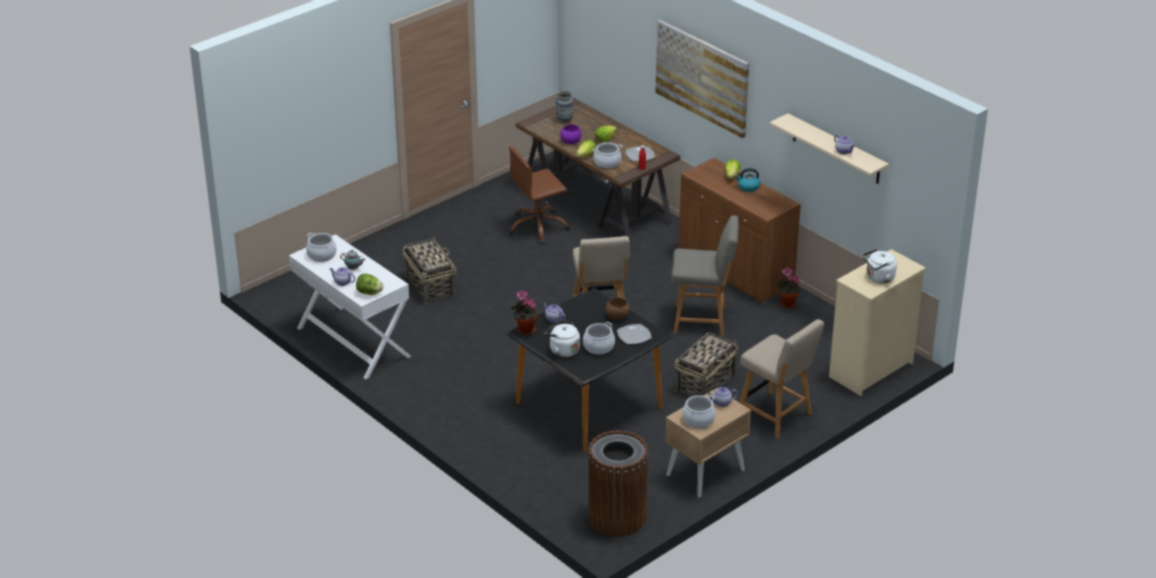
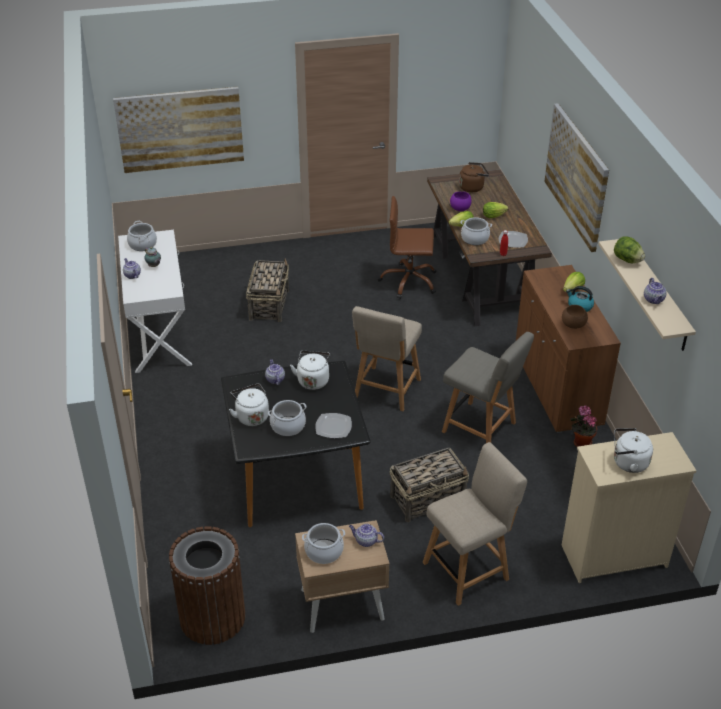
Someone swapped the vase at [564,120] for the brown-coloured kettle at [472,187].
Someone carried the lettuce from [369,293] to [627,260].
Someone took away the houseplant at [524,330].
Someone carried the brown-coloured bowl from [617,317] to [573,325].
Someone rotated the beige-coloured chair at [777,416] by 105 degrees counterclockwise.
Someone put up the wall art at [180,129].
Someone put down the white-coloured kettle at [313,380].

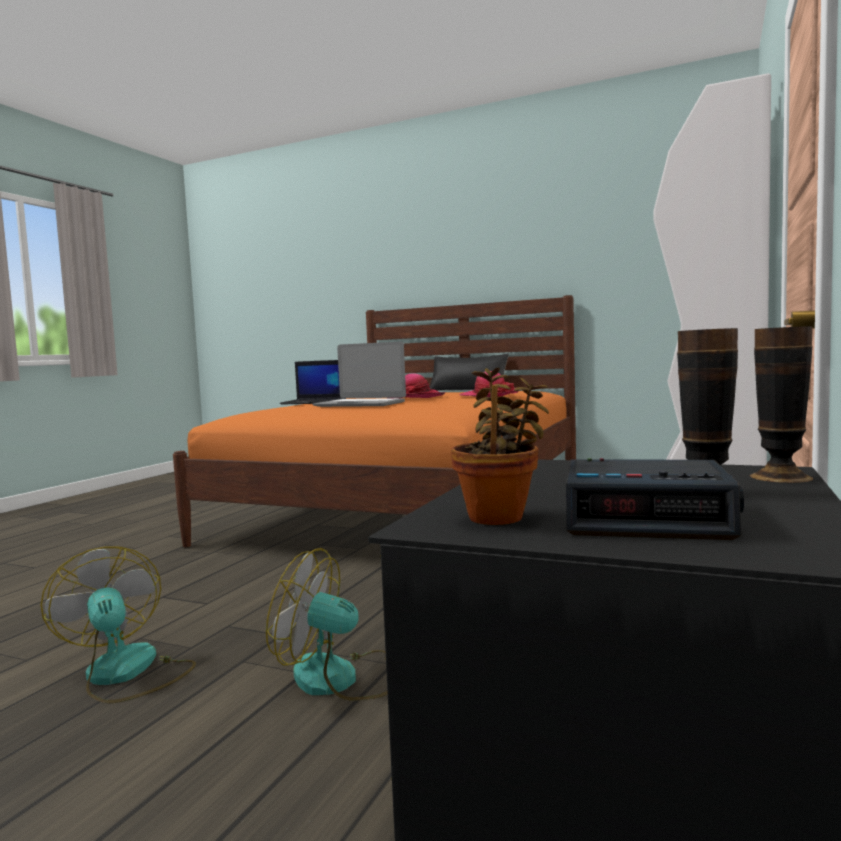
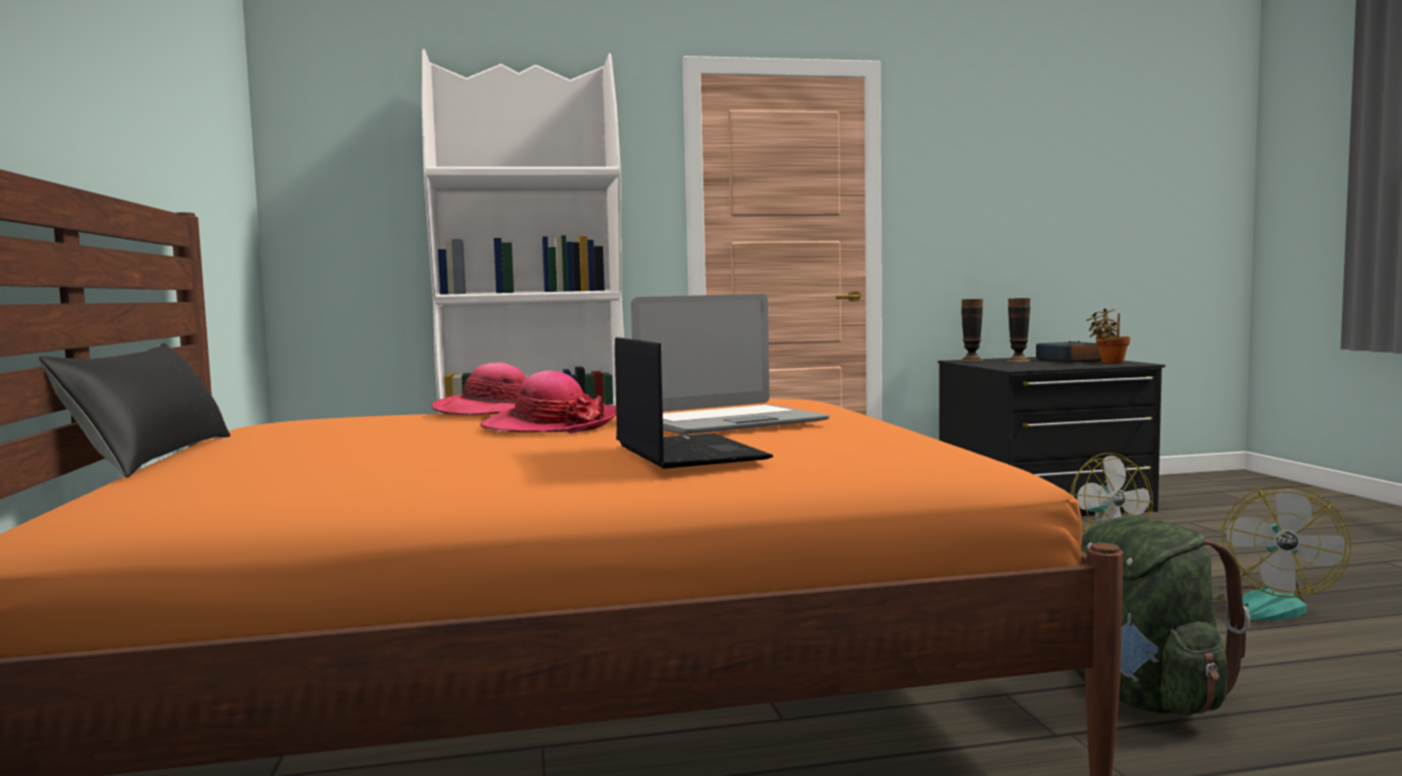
Someone rotated the notebook computer at [360,404] by 75 degrees clockwise.
Someone put down the green-coloured knapsack at [1142,698].

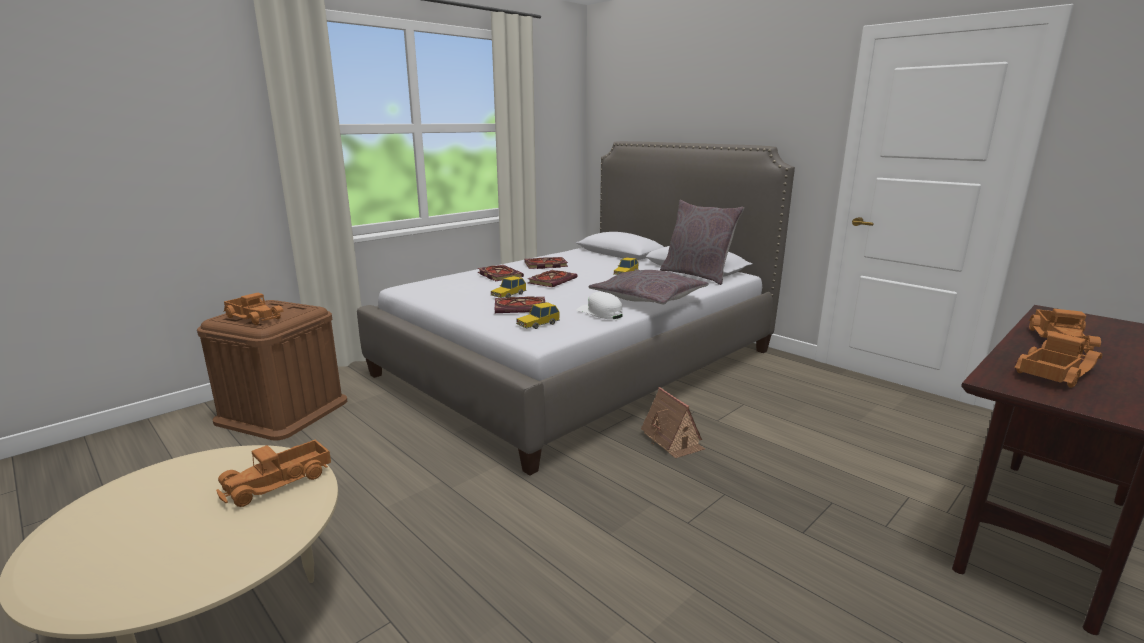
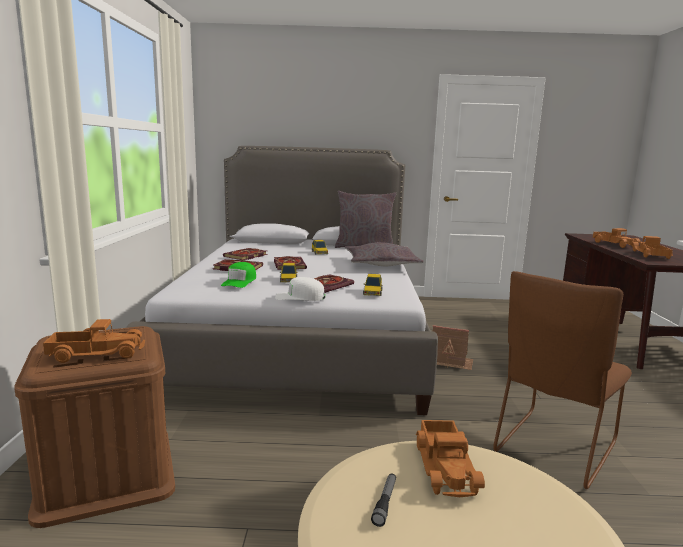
Someone carried the white-coloured peaked cap from [600,313] to [300,297].
Someone put down the green-coloured peaked cap at [240,281].
Someone put down the brown-coloured chair at [553,450].
Someone put down the hand torch at [385,503].

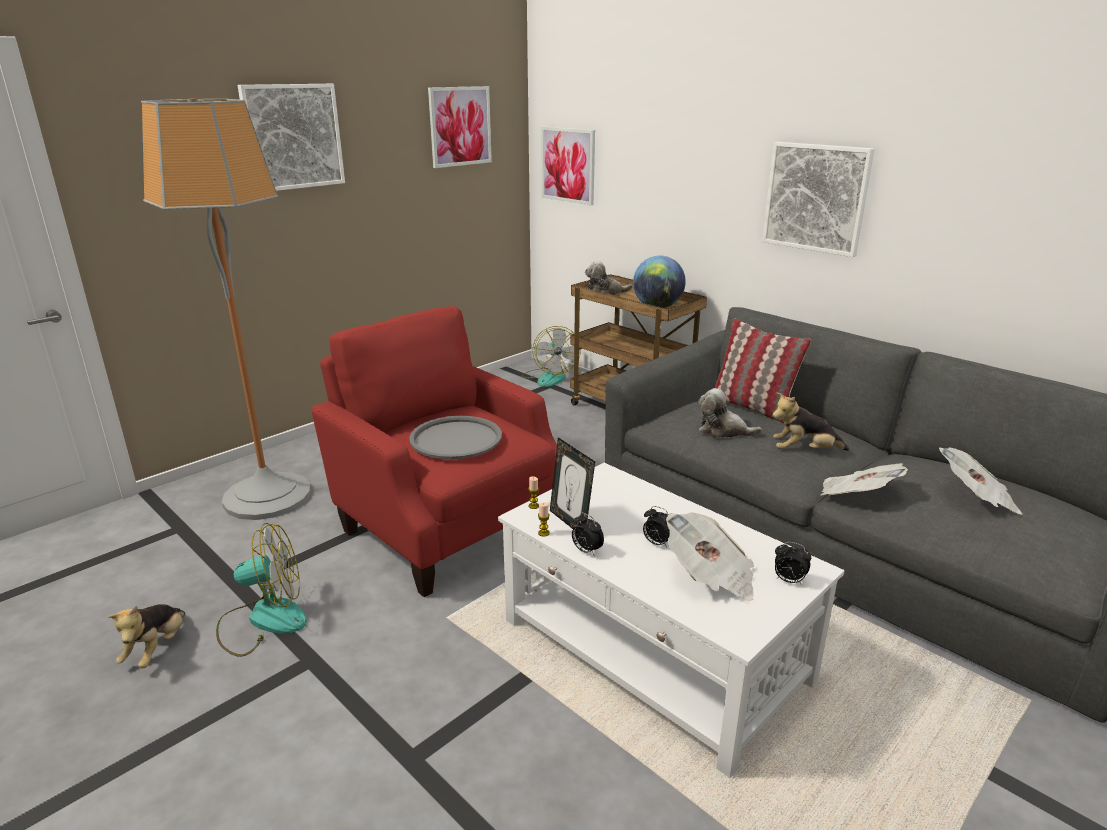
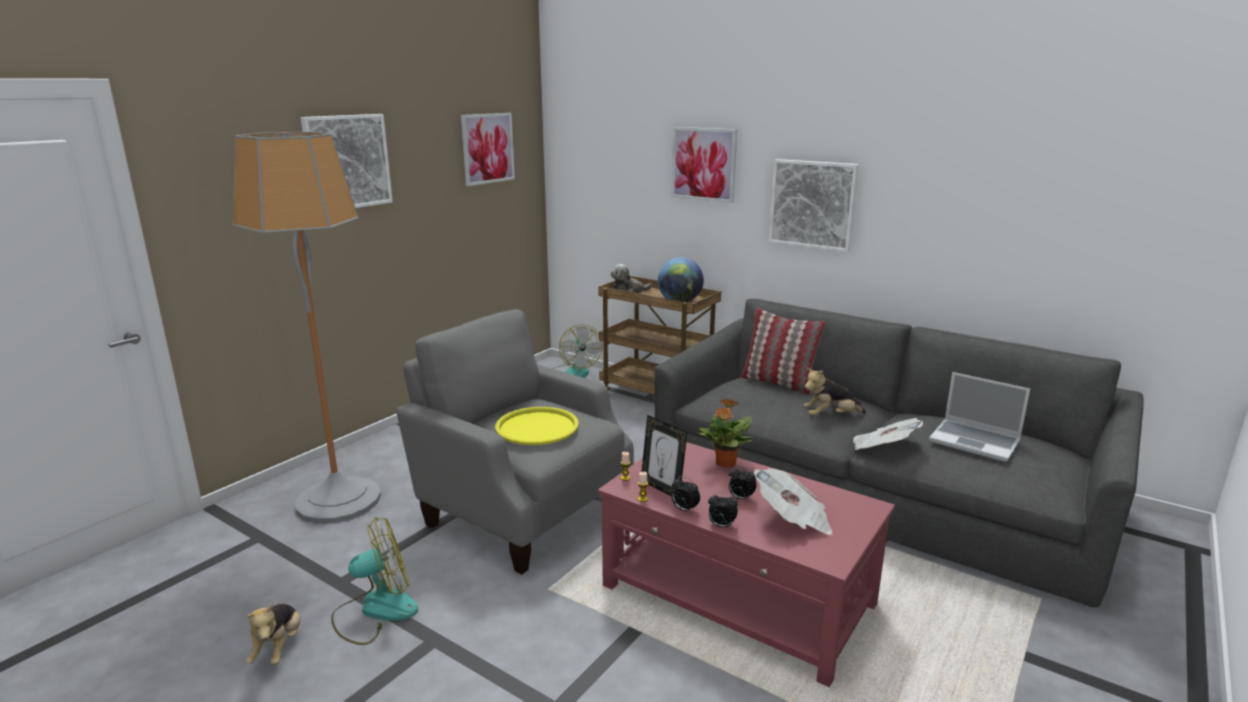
Someone carried the wall art from [568,165] to [703,164].
Someone repainted the reddish lounge chair at [448,525], which became the grey lounge chair at [523,510].
Someone took away the cuddly toy at [723,430].
Someone repainted the grey serving tray at [456,439], which became the yellowish serving tray at [537,427].
Someone swapped the printed paper at [975,499] for the notebook computer at [975,442].
Someone repainted the white-coloured low table at [654,651], which became the reddish low table at [738,596].
Someone carried the table clock from [788,580] to [721,526].
Someone put down the houseplant at [725,463].

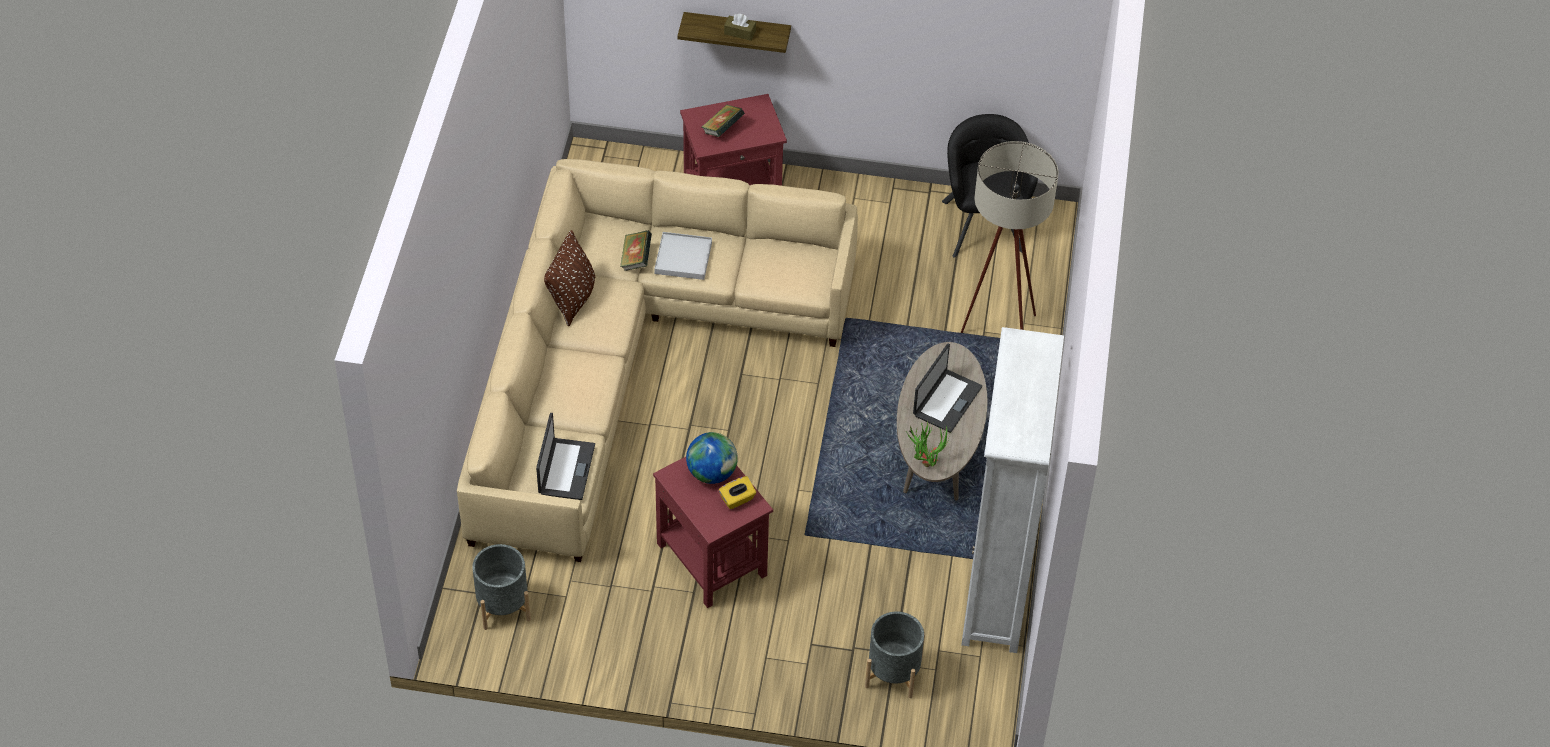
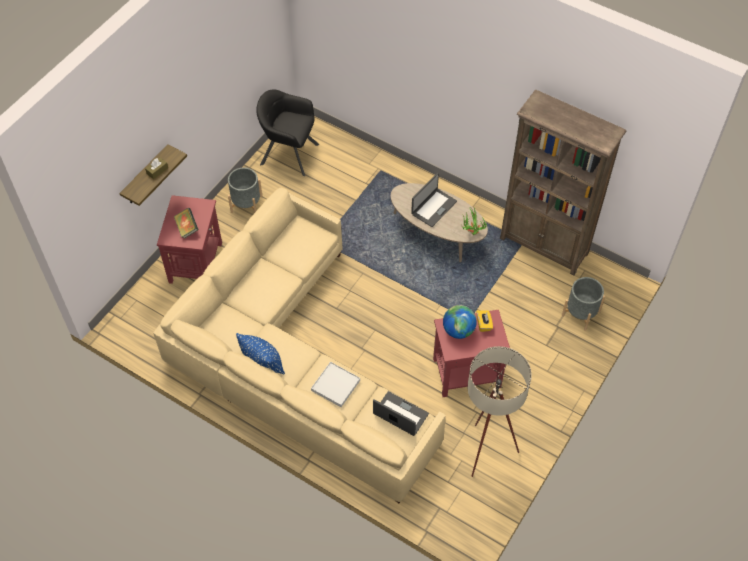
Someone carried the beige-coloured standard lamp from [997,337] to [484,456].
Someone repainted the brown-coloured throw pillow at [572,299], which became the bluish throw pillow at [263,364].
Someone took away the book at [636,259].
Someone carried the white-coloured serving tray from [683,258] to [335,385].
Someone repainted the white-coloured shelving unit at [996,590], which became the brown-coloured shelving unit at [544,246].
Someone rotated the notebook computer at [946,401] by 75 degrees clockwise.
Someone carried the grey plant pot from [503,606] to [246,204].

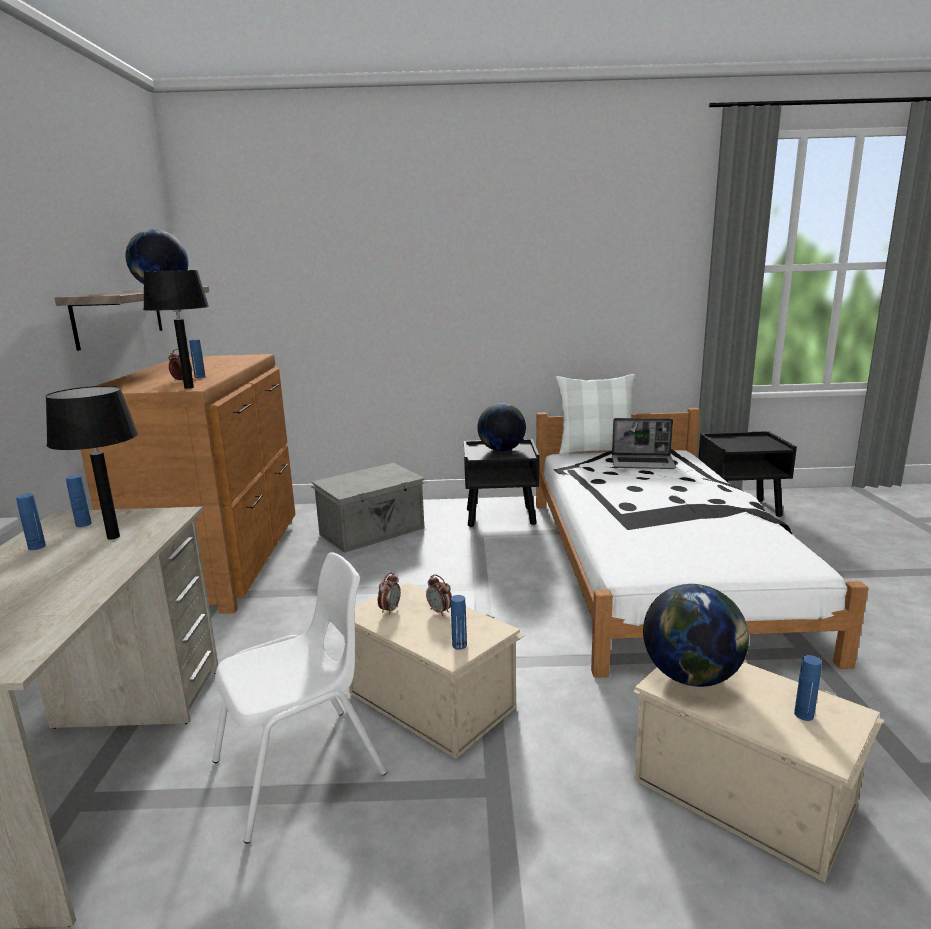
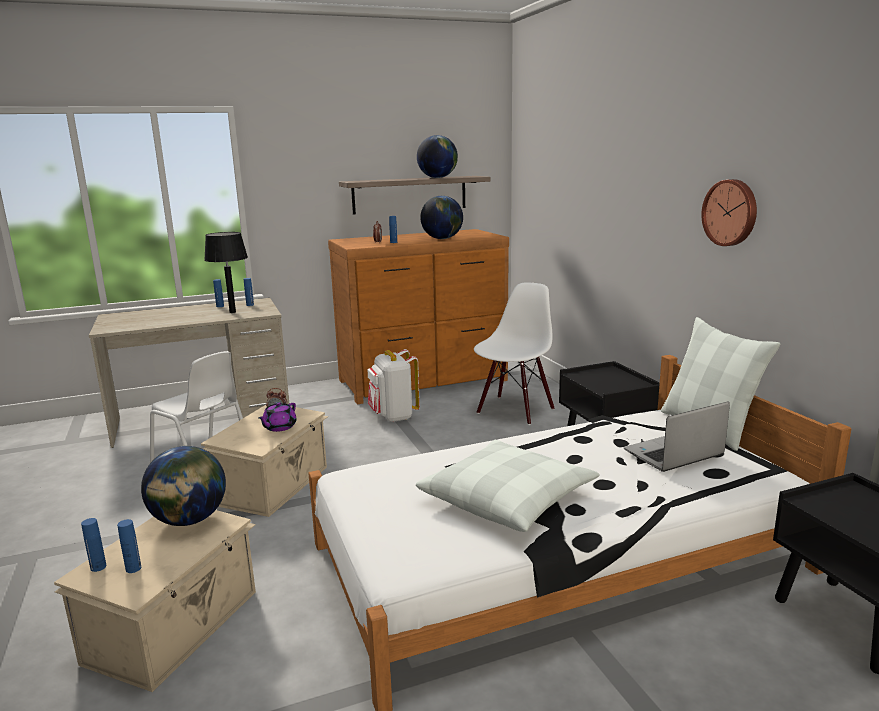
Someone took away the black-coloured tabletop lamp at [189,387].
Someone carried the world globe from [501,450] to [442,239].
Someone rotated the notebook computer at [643,463] by 75 degrees clockwise.
Someone swapped the grey storage box at [373,531] for the white-coloured chair at [514,410].
Someone swapped the table clock at [440,611] for the purplish pot for tea at [279,427].
Someone carried the bluish beverage bottle from [459,645] to [98,567].
Someone put up the clock on the wall at [731,212].
Someone put down the white-coloured knapsack at [393,416].
Someone put down the white-coloured throw pillow at [508,498].

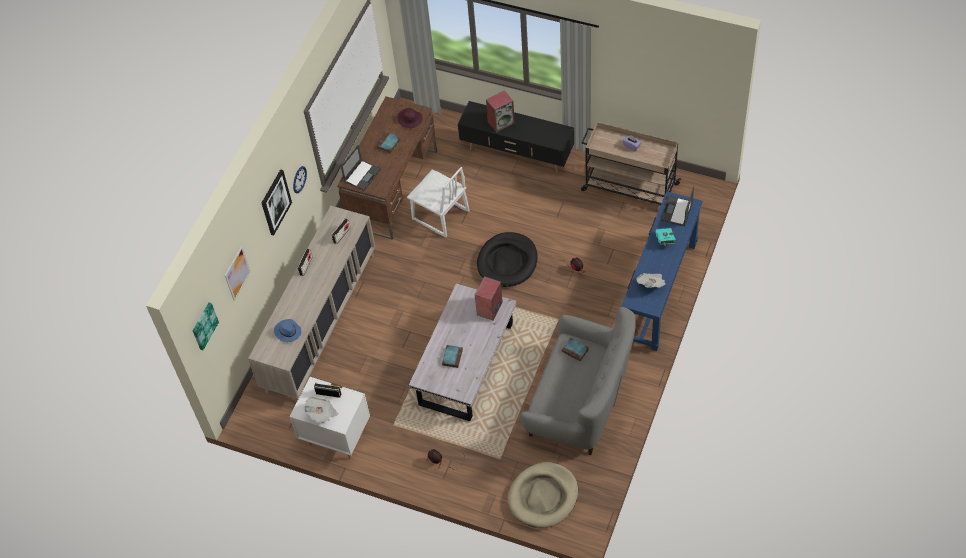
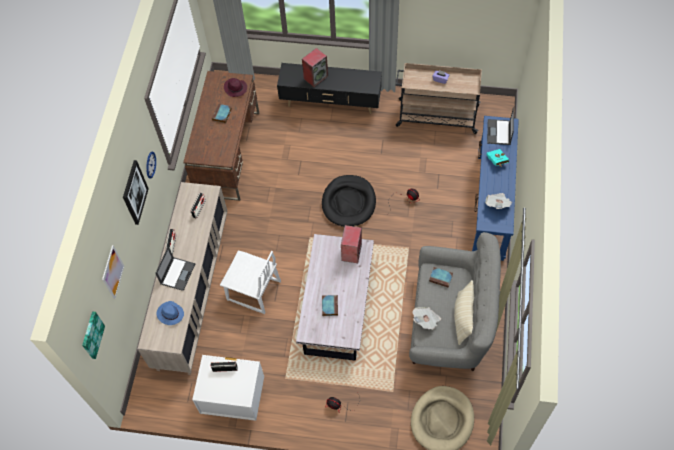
Someone carried the notebook computer from [362,175] to [178,273].
Someone carried the white-coloured chair from [440,216] to [253,291].
Someone carried the printed paper from [322,414] to [426,320].
Someone put down the beige-coloured throw pillow at [463,318].

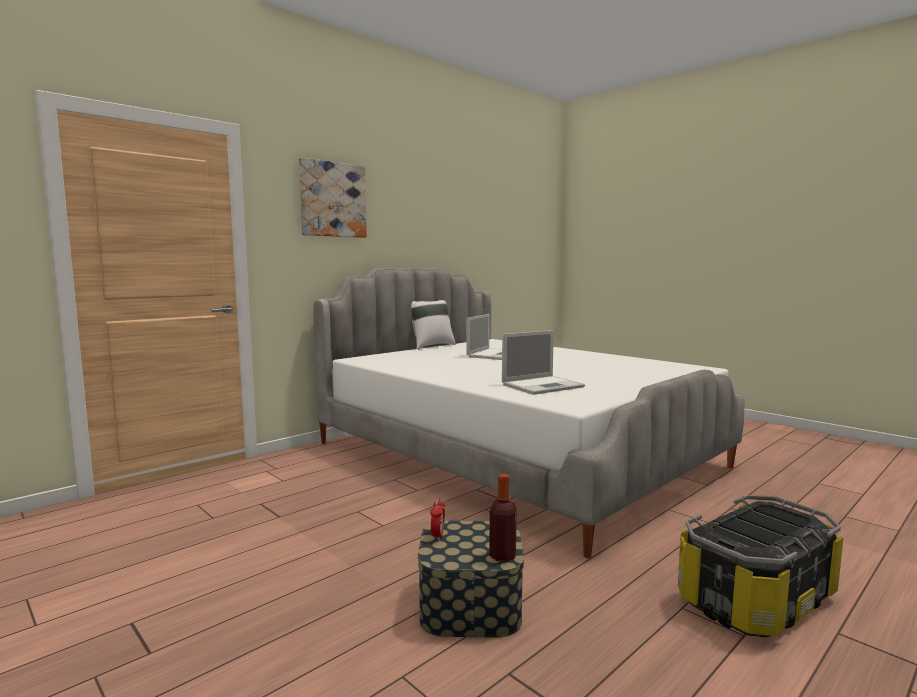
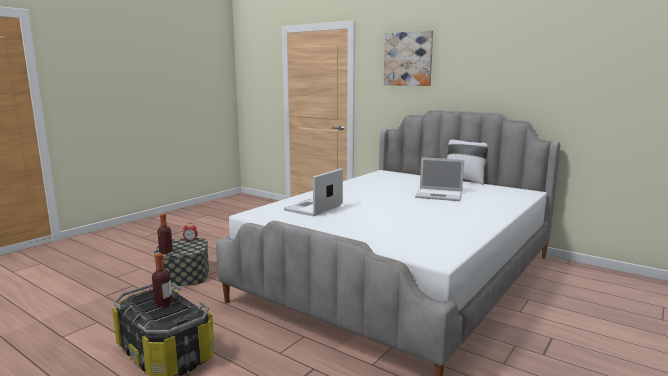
Someone rotated the notebook computer at [543,385] by 75 degrees clockwise.
Someone put down the beverage bottle at [163,304].

